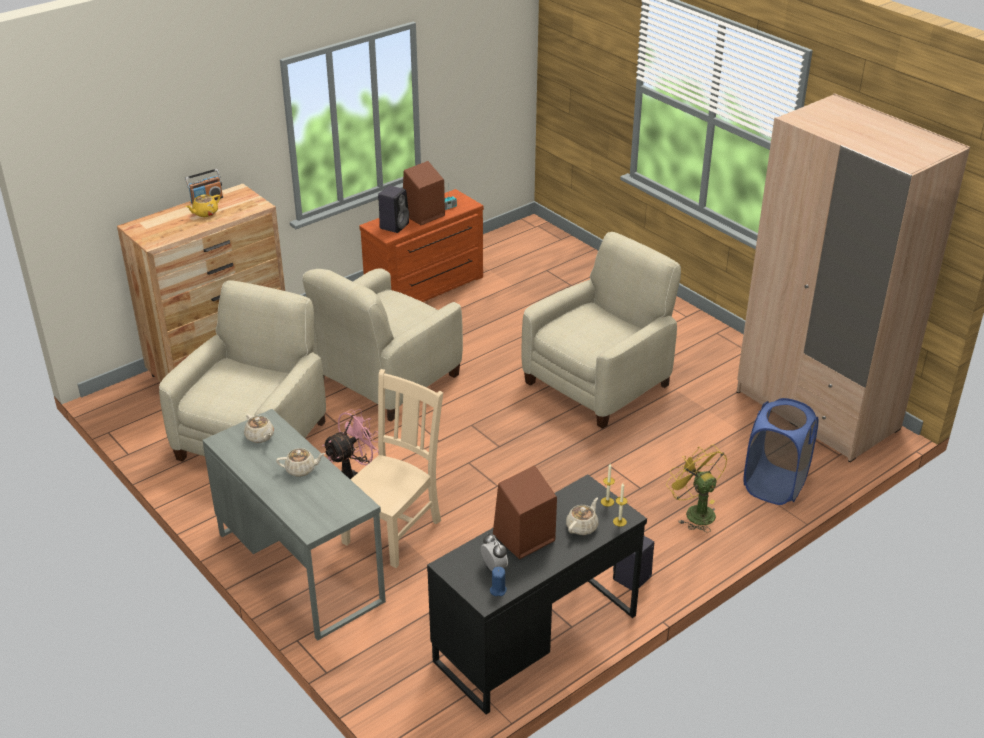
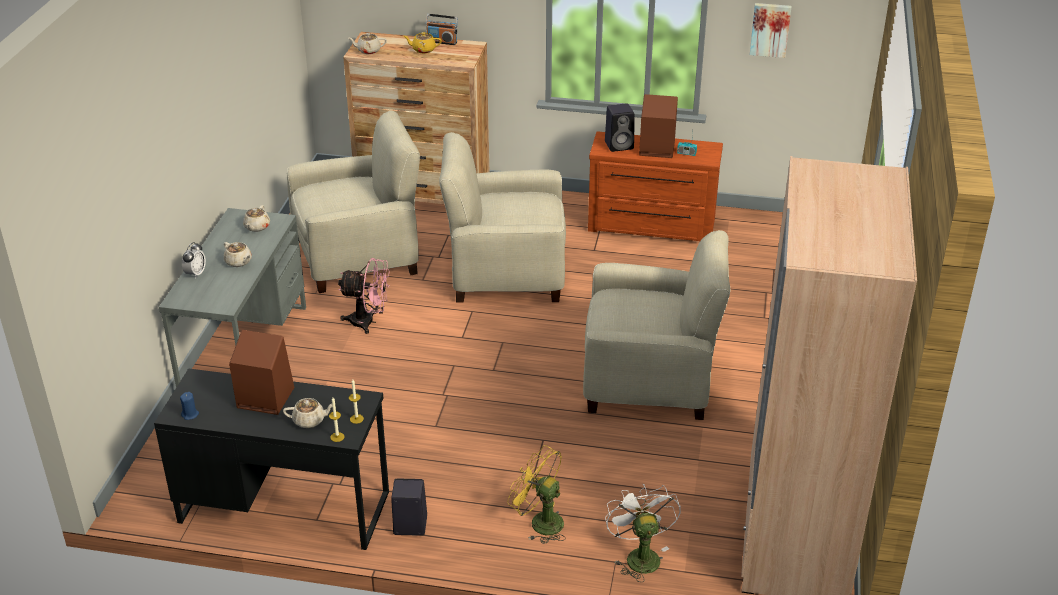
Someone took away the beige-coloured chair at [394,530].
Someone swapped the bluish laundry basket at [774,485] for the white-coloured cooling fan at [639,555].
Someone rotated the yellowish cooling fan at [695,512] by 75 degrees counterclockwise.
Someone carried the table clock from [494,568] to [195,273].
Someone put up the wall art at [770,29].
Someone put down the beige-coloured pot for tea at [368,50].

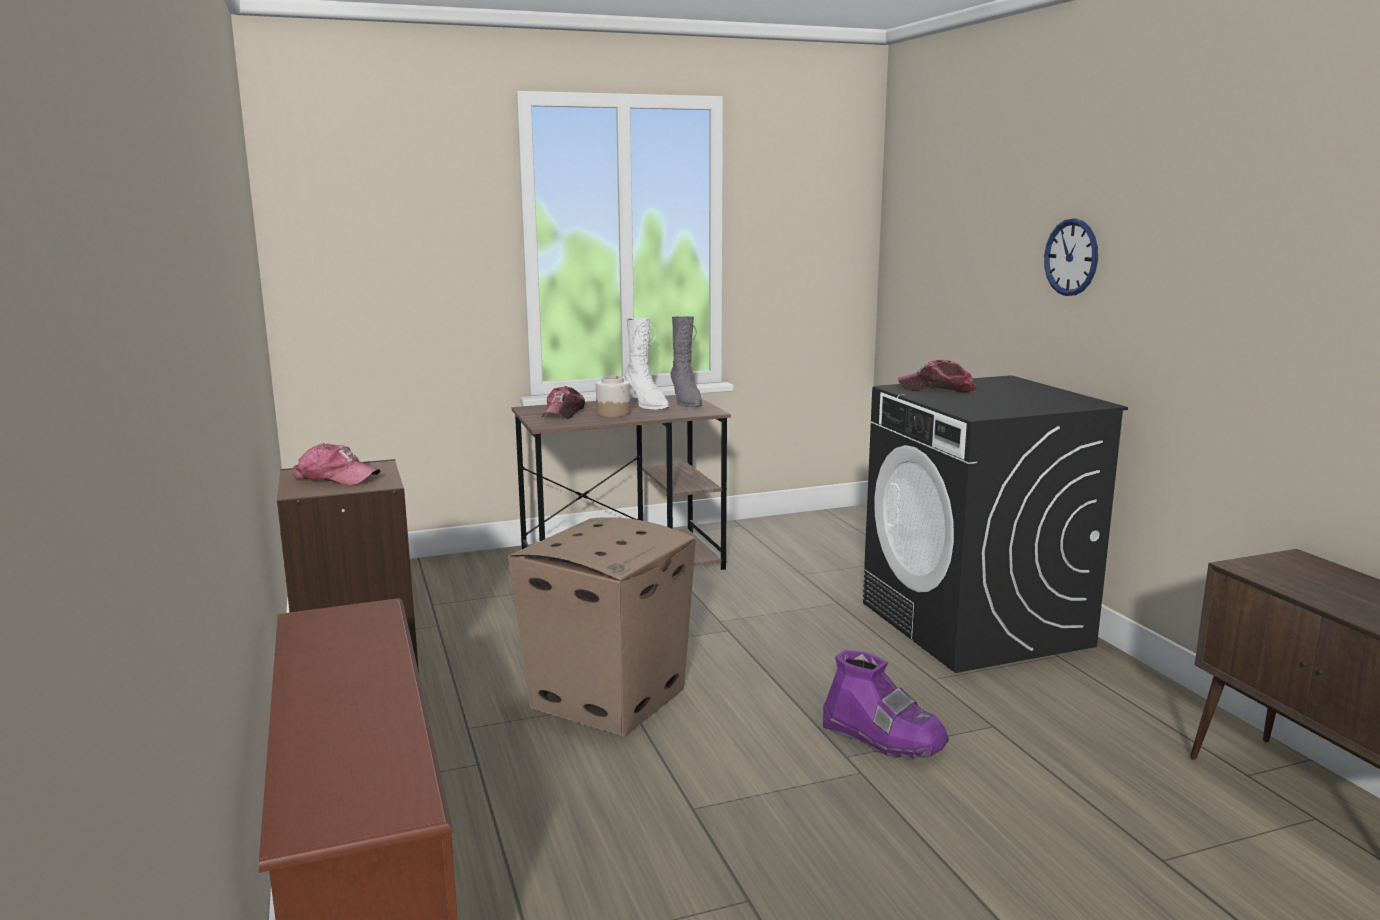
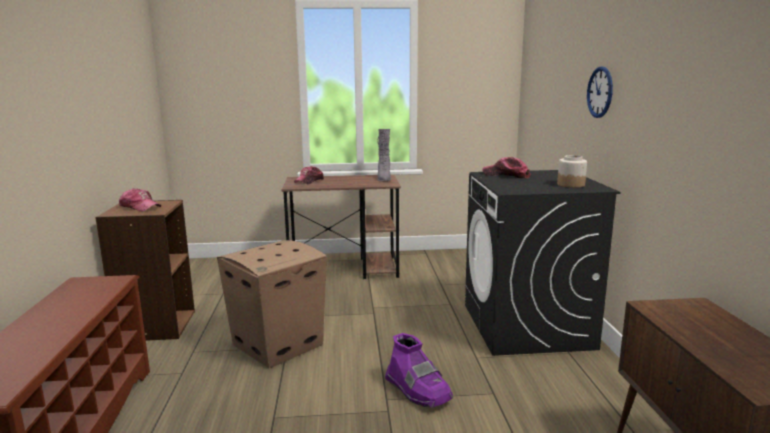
Someone took away the white-coloured tall boot at [646,404].
Someone carried the jar from [613,413] to [571,185].

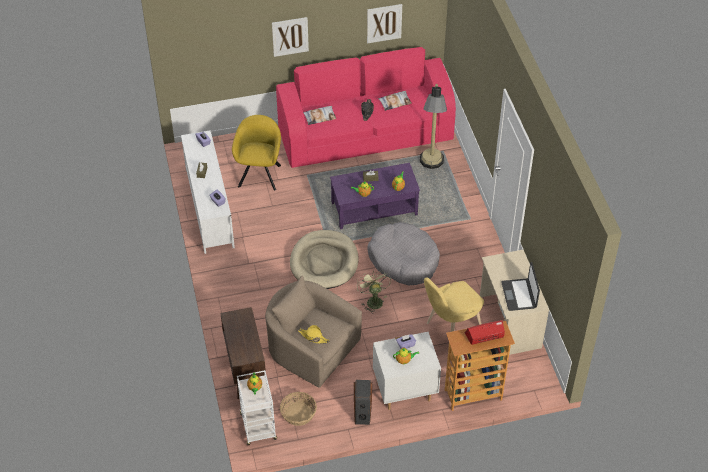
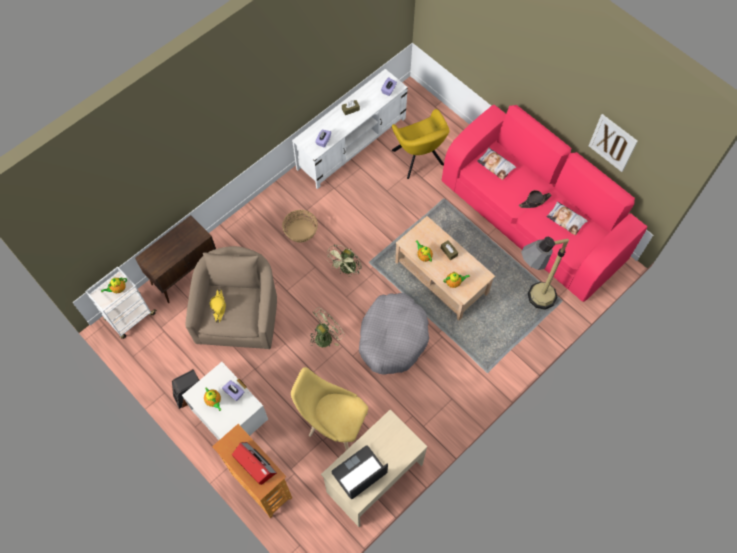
Someone took away the wall art at [290,36].
Someone rotated the yellowish lounge chair at [260,173] by 90 degrees clockwise.
Someone repainted the purplish low table at [374,207], which became the beige-coloured low table at [442,277].
Someone swapped the beige-coloured pet bed at [324,262] for the green-coloured cooling fan at [346,270].
Someone carried the household basket from [298,414] to [300,231].

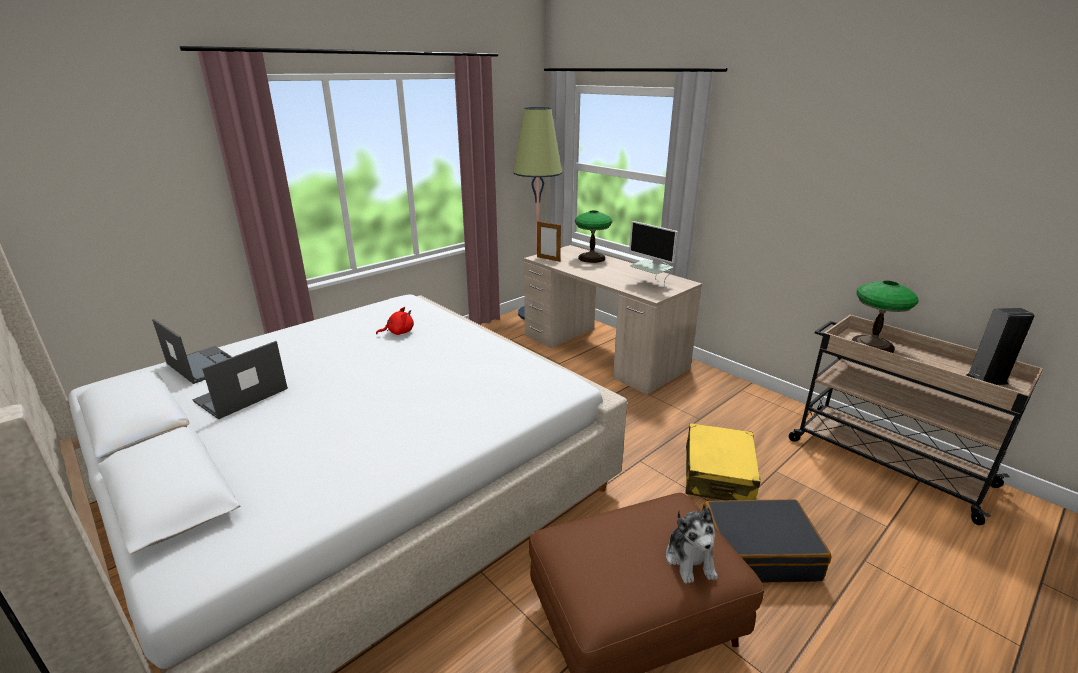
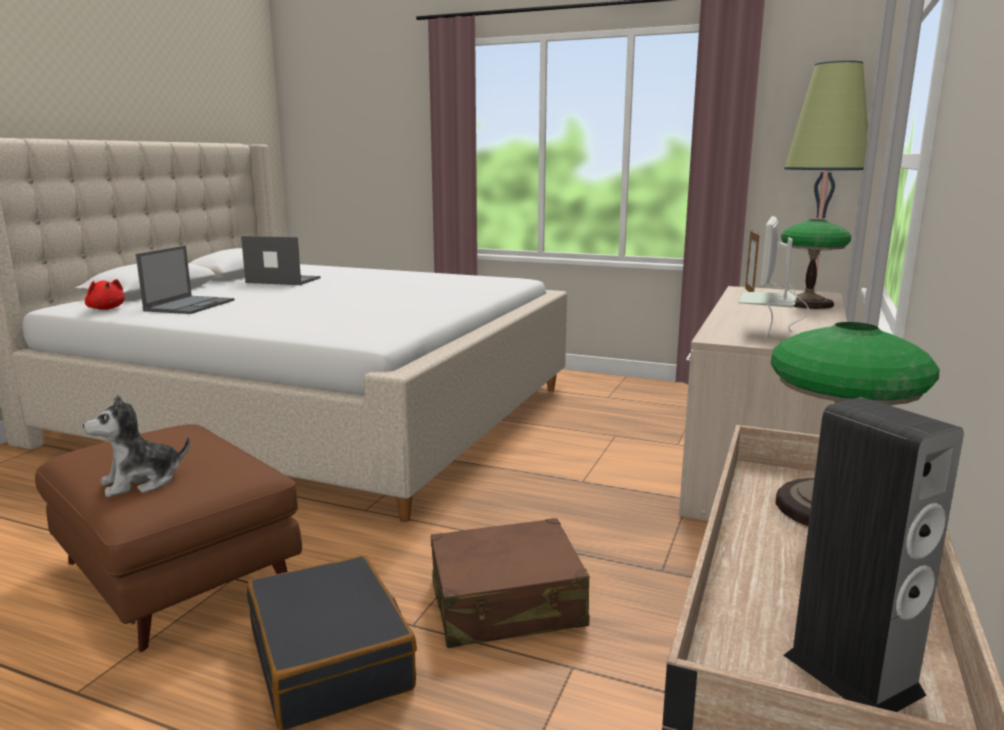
Someone carried the reddish cuddly toy from [398,332] to [106,309].
Someone carried the notebook computer from [204,364] to [190,305].
Someone repainted the yellowish suitcase at [718,475], which became the brown-coloured suitcase at [507,604].

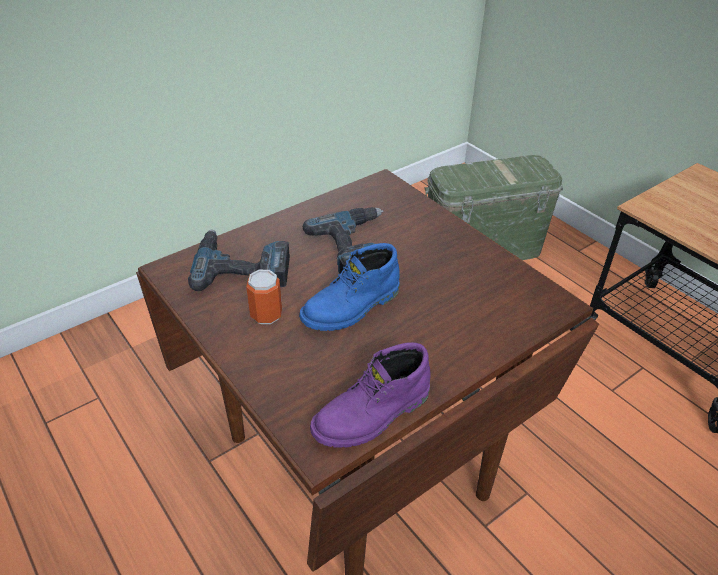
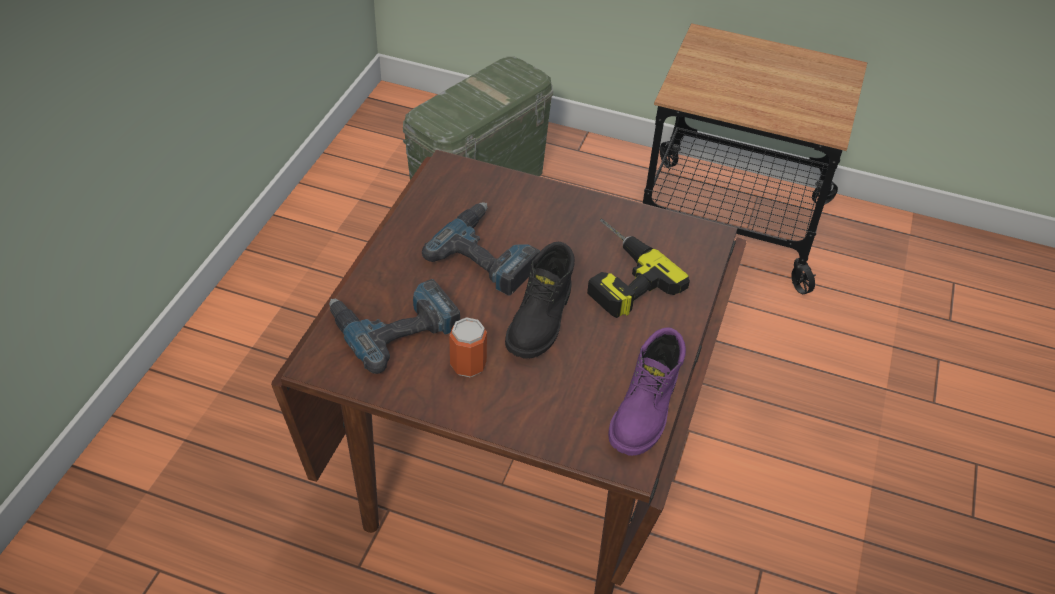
Someone repainted the bluish tall boot at [352,308], which became the black-coloured tall boot at [541,321].
Someone put down the power drill at [616,273].

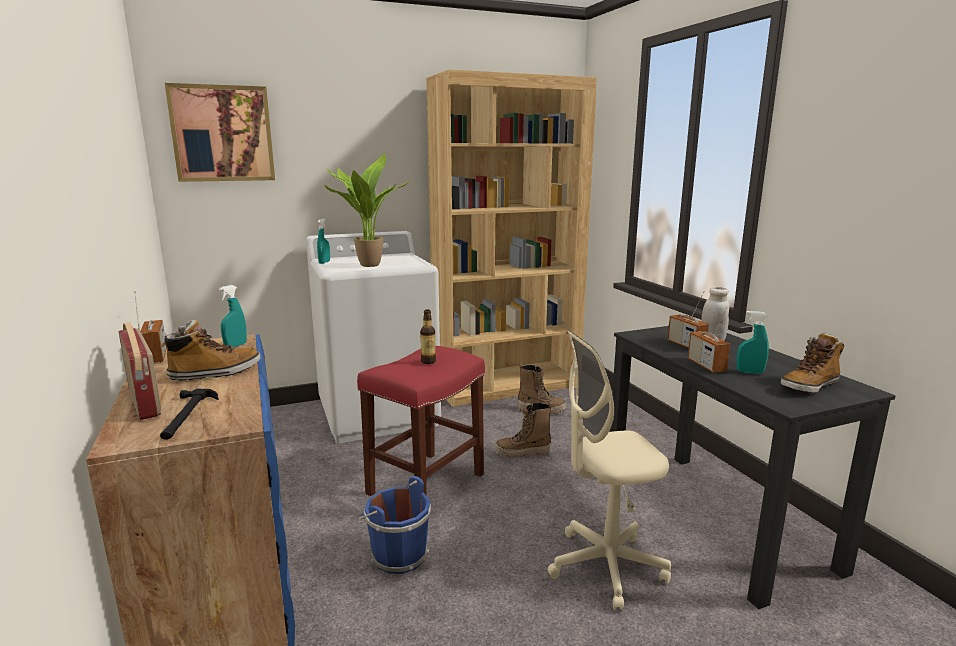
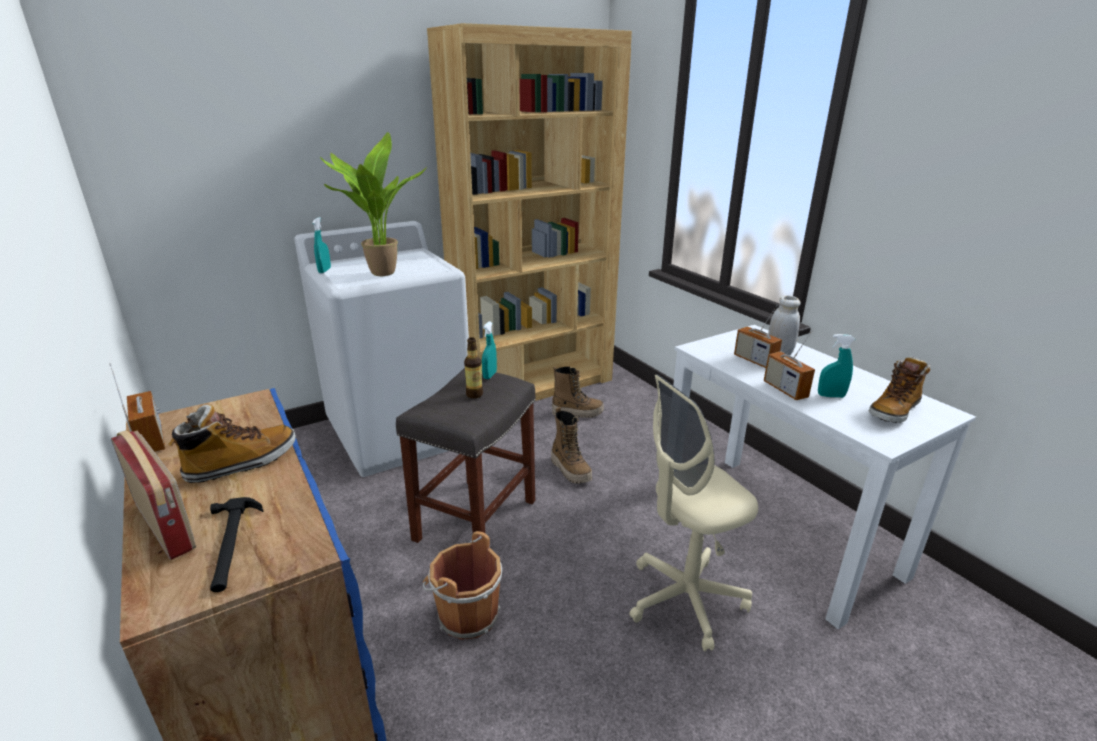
Someone took away the wall art at [222,134].
Someone carried the turquoise-coloured spray bottle from [235,346] to [490,375].
Someone repainted the black-coloured desk table at [714,519], which became the white-coloured desk table at [776,530].
Someone repainted the reddish stool seat at [426,483], which became the grey stool seat at [476,518].
Someone rotated the tall boot at [523,453] by 105 degrees counterclockwise.
Someone repainted the bluish bucket at [397,555], which became the brown-coloured bucket at [465,615].

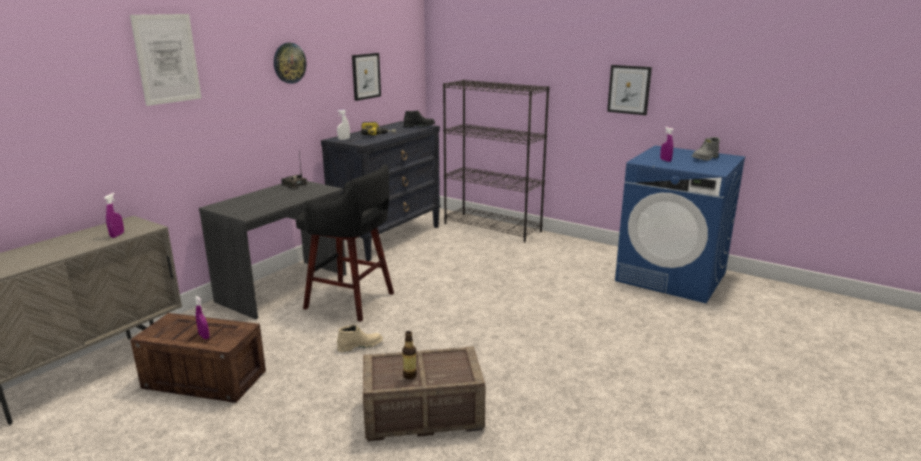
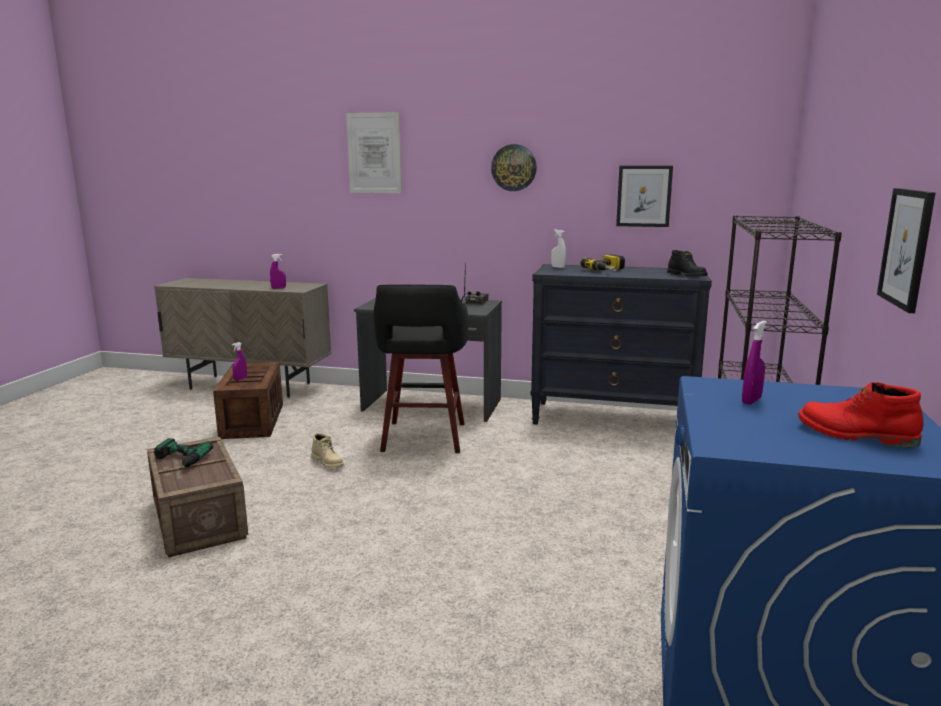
Someone repainted the grey tall boot at [705,158], which became the reddish tall boot at [855,435].
Someone swapped the beverage bottle at [410,375] for the power drill at [177,461].

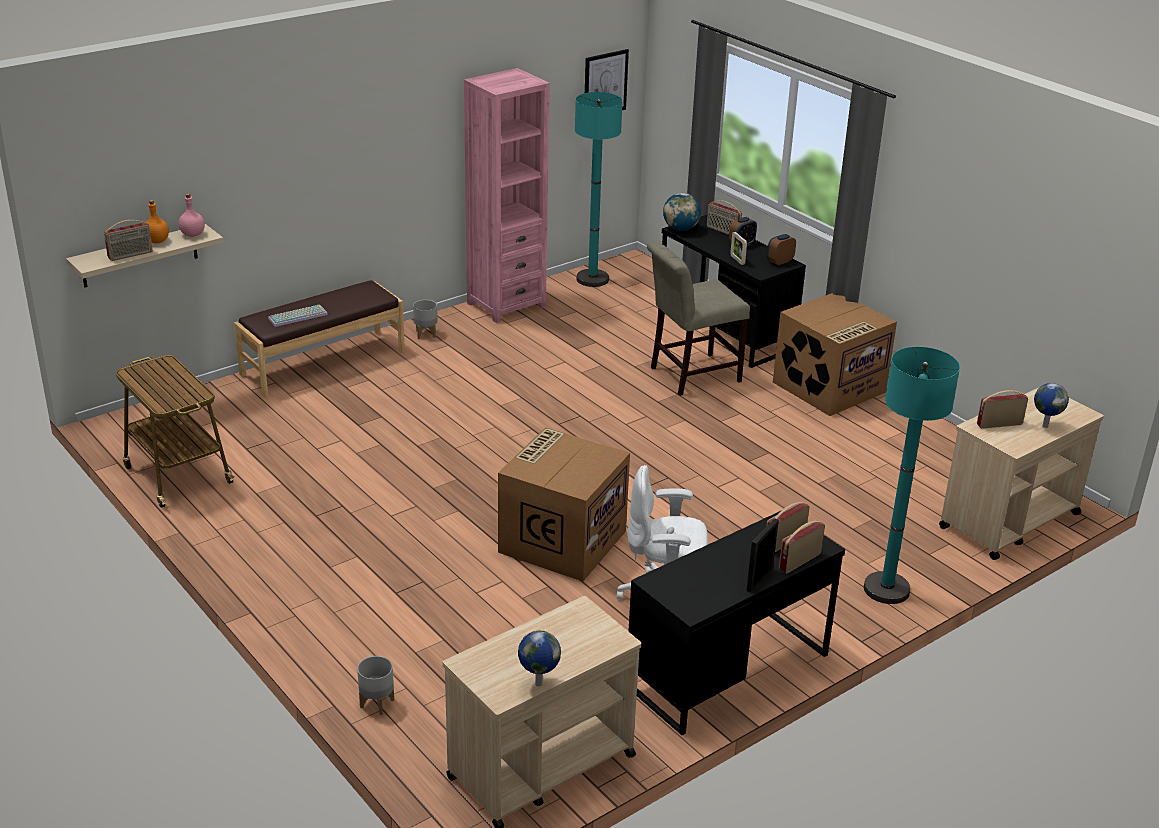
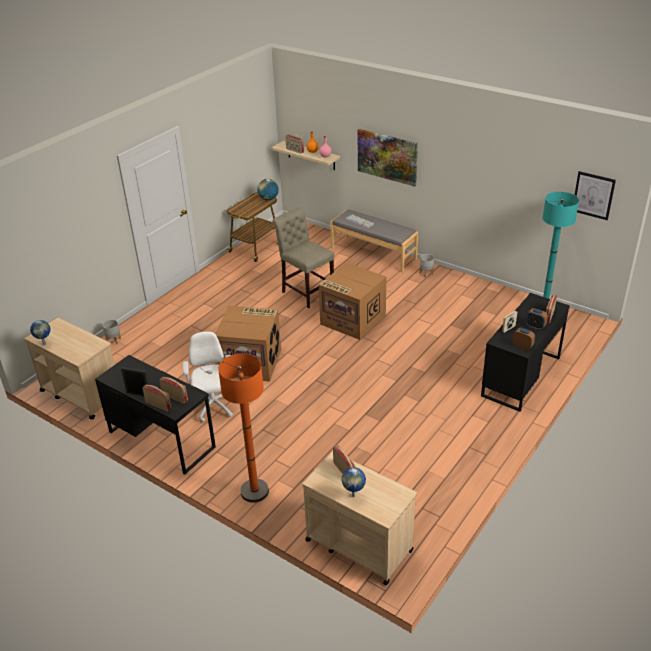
Someone took away the pinkish shelving unit at [506,305].
Someone carried the world globe from [681,229] to [268,199].
Someone carried the beige-coloured chair from [690,375] to [306,291].
Someone repainted the brown-coloured indoor bench at [323,362], which became the grey indoor bench at [373,253].
Someone carried the cardboard box from [829,388] to [352,320].
Someone repainted the turquoise-coloured standard lamp at [886,589], which became the orange standard lamp at [254,491].
Someone put up the wall art at [387,157].

